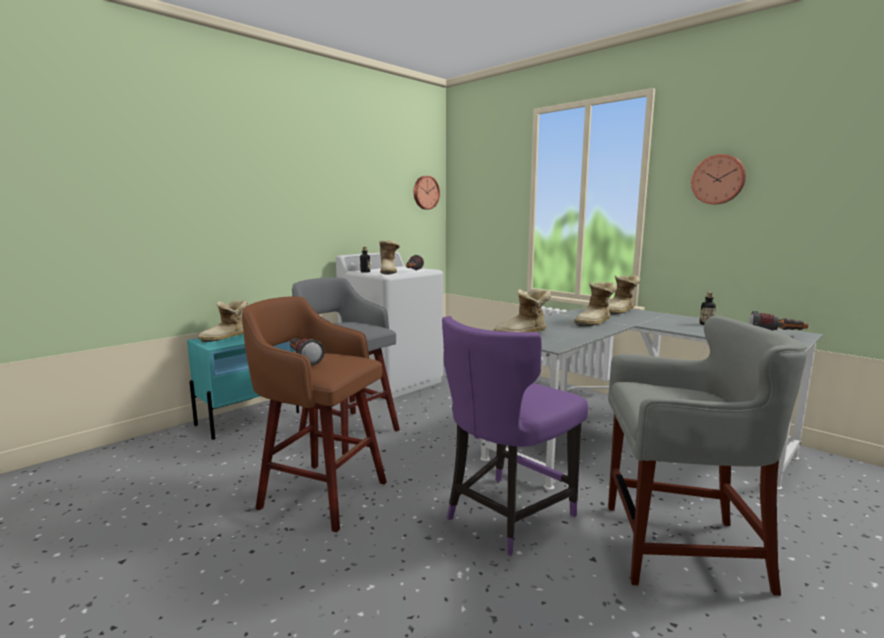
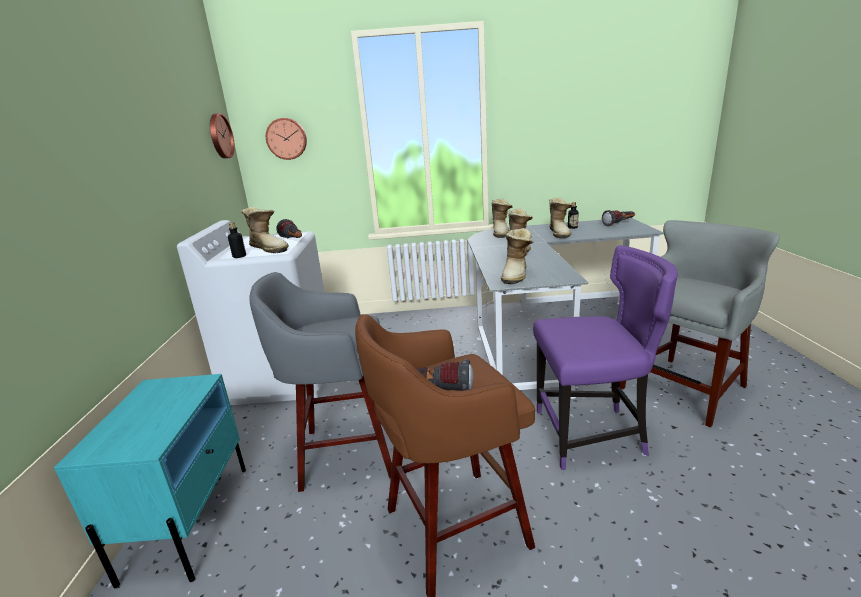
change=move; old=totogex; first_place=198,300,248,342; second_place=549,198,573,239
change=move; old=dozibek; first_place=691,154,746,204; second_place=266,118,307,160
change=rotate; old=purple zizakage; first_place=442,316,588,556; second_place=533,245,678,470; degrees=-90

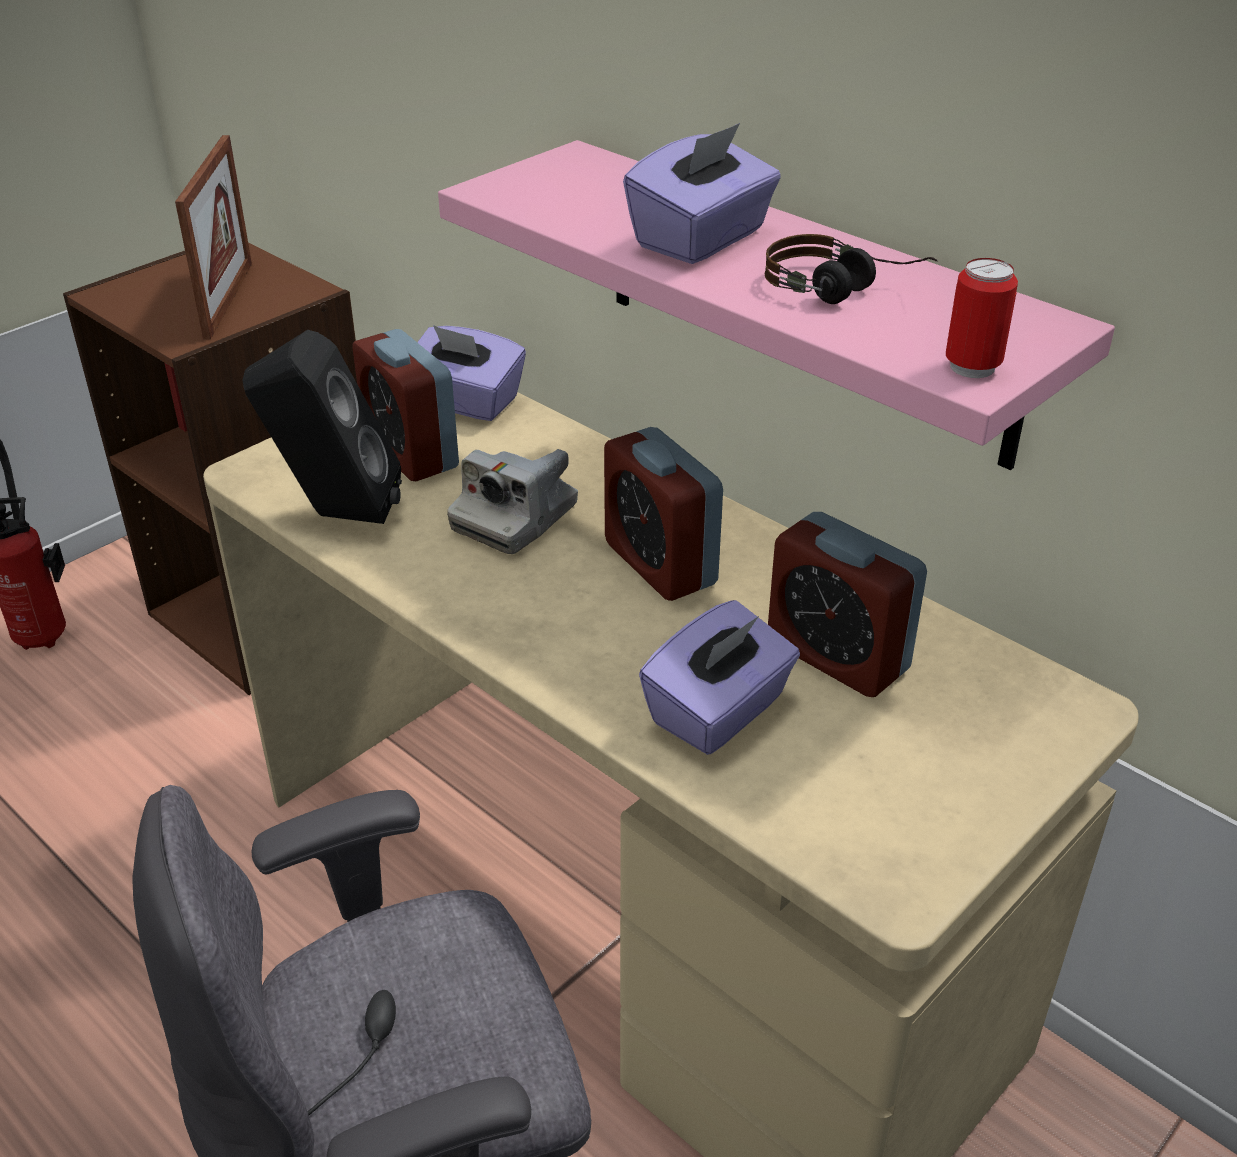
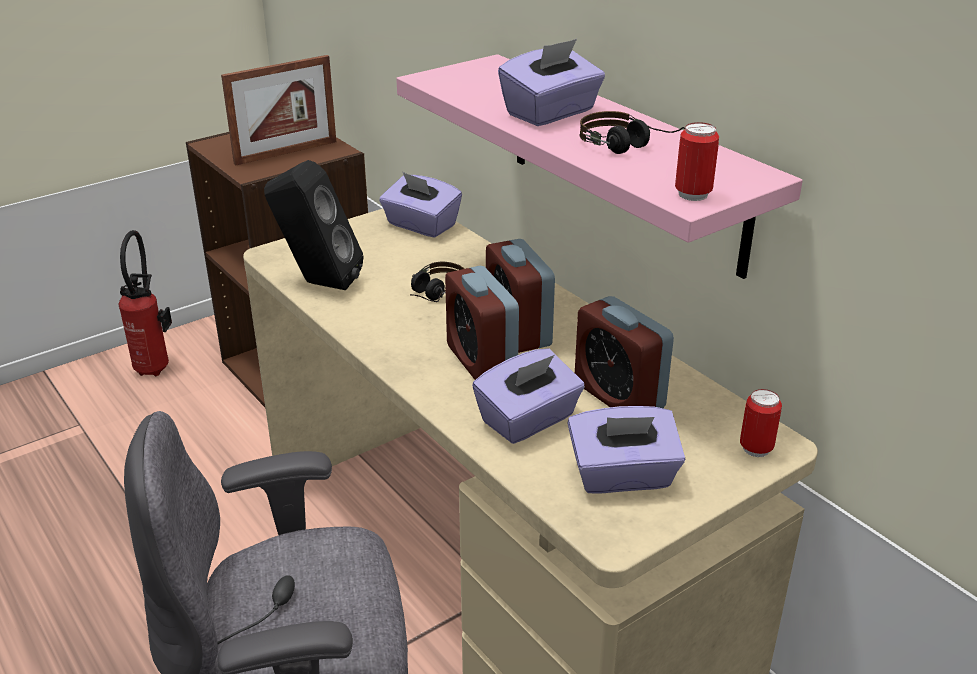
change=insert; new=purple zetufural; second_place=567,406,685,493
change=insert; new=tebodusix; second_place=740,389,782,457
change=move; old=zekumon; first_place=352,329,459,481; second_place=445,266,519,380
change=replace; old=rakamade; new=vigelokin; first_place=447,449,578,554; second_place=410,262,465,302
change=rotate; old=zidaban; first_place=175,135,252,339; second_place=221,55,336,165; degrees=45

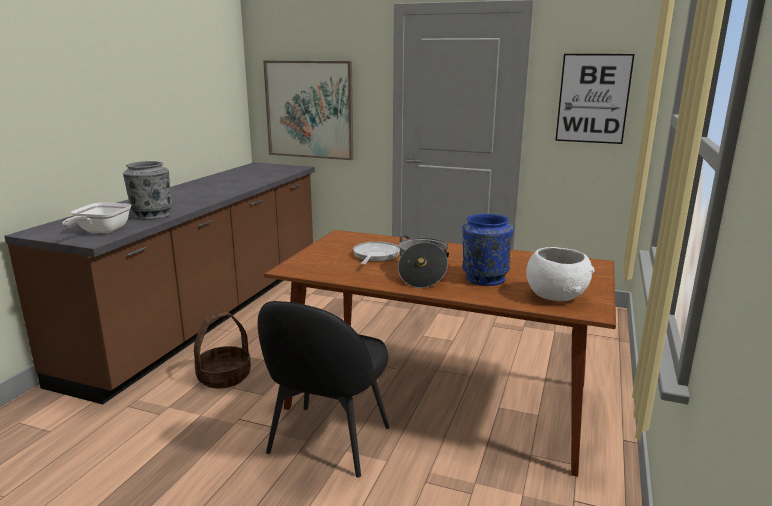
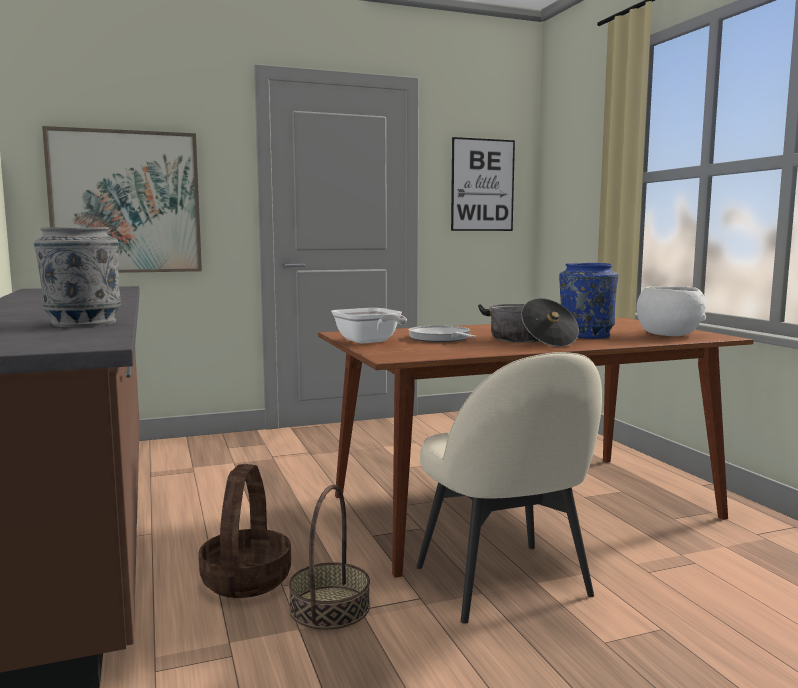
change=insert; new=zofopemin; second_place=289,485,370,630
change=move; old=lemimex; first_place=62,203,131,233; second_place=331,308,407,344
change=recolor; old=black zizakage; new=beige zizakage; first_place=258,301,390,477; second_place=416,352,602,624

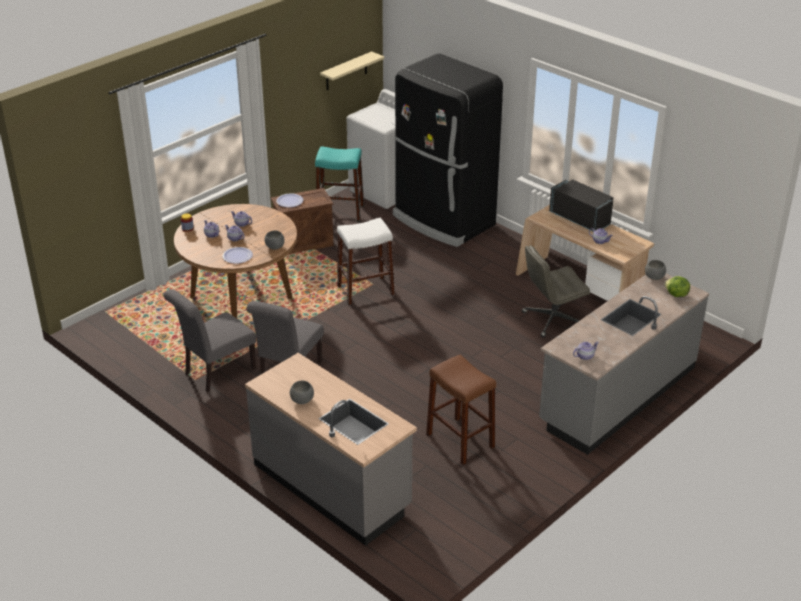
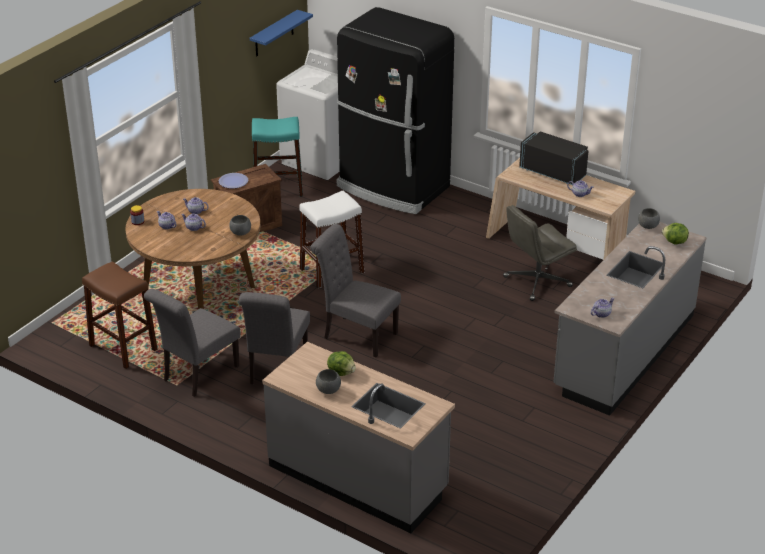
change=delete; old=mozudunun; first_place=222,247,253,264
change=insert; new=grey zizakage; second_place=310,224,401,357
change=insert; new=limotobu; second_place=327,351,356,376
change=move; old=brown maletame; first_place=426,354,496,465; second_place=82,261,158,369
change=recolor; old=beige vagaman; new=blue vagaman; first_place=320,51,384,90; second_place=250,10,313,56

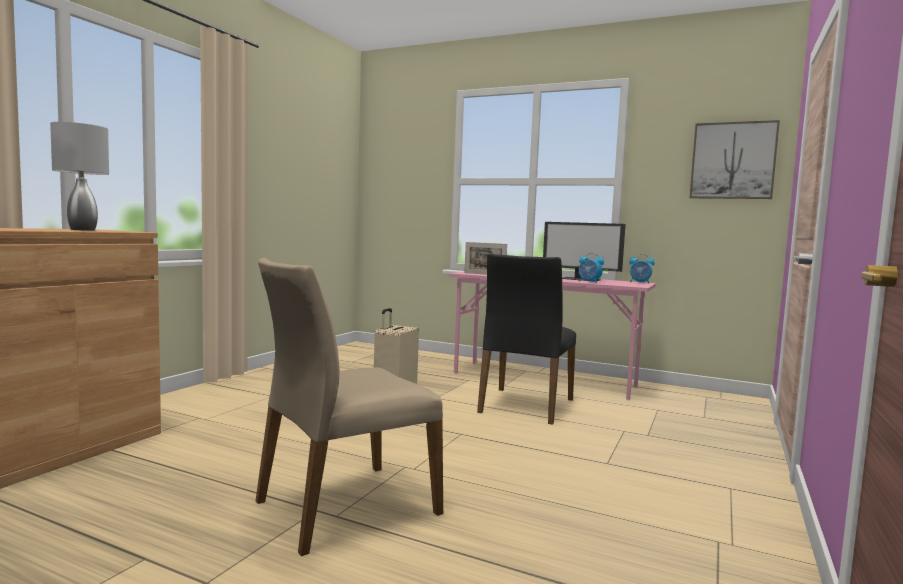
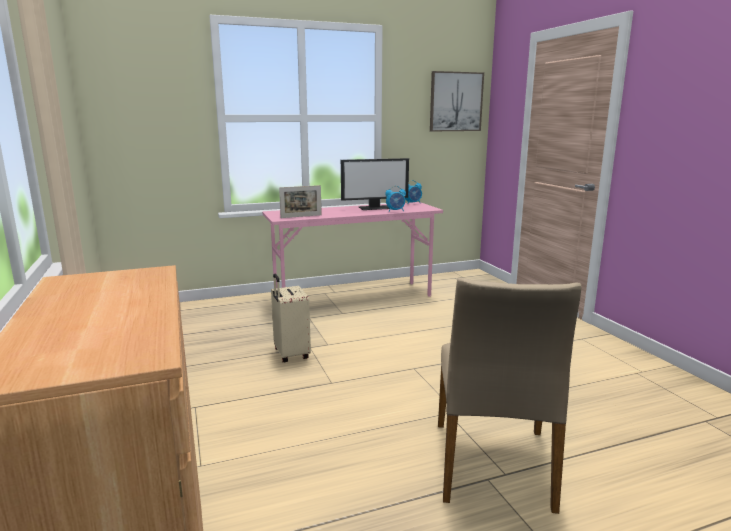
change=delete; old=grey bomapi; first_place=50,122,109,231
change=delete; old=black zizakage; first_place=477,254,576,425

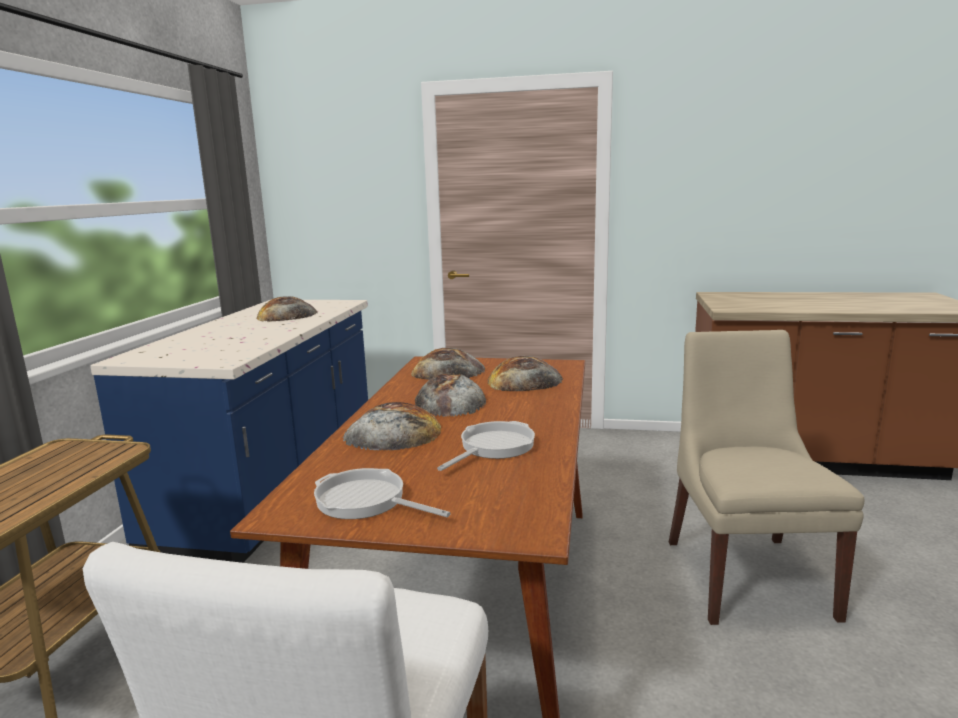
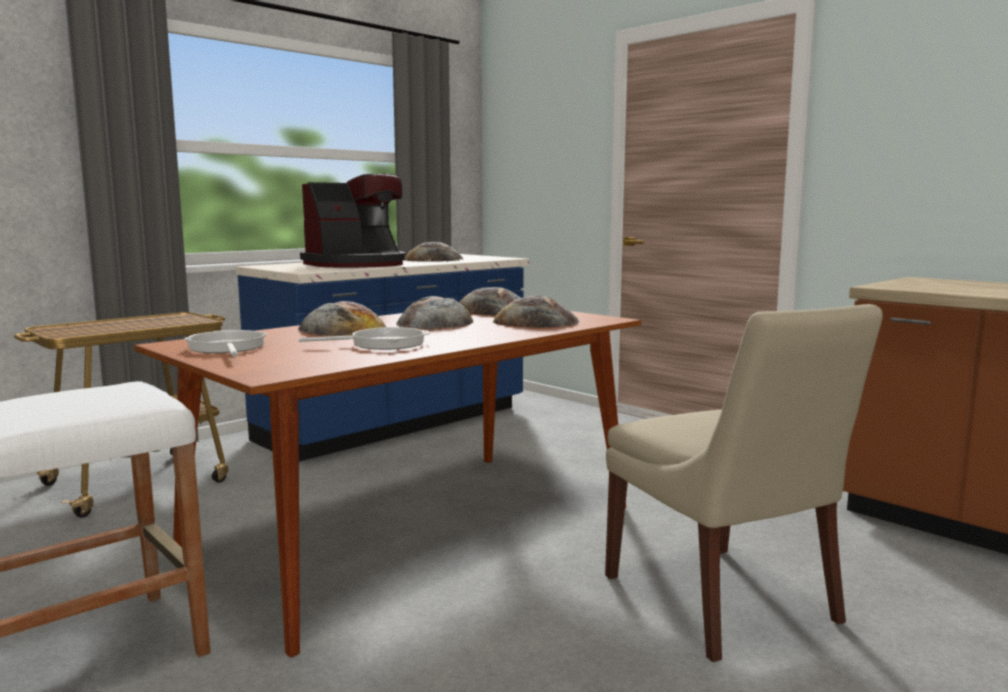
change=insert; new=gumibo; second_place=300,173,405,268
change=rotate; old=beige zizakage; first_place=669,330,864,625; second_place=605,304,883,662; degrees=120

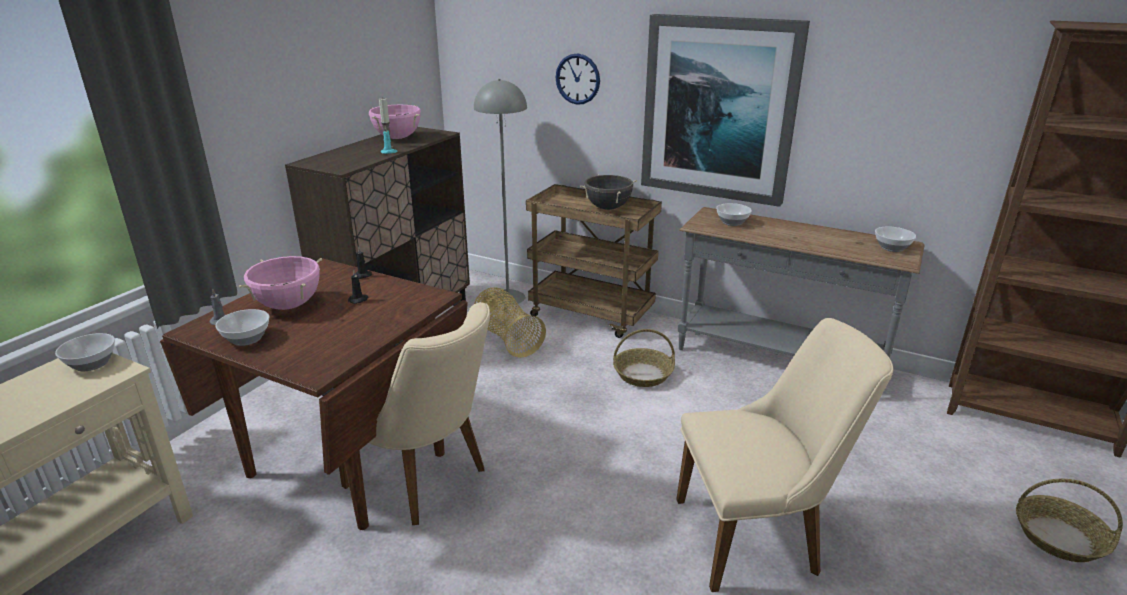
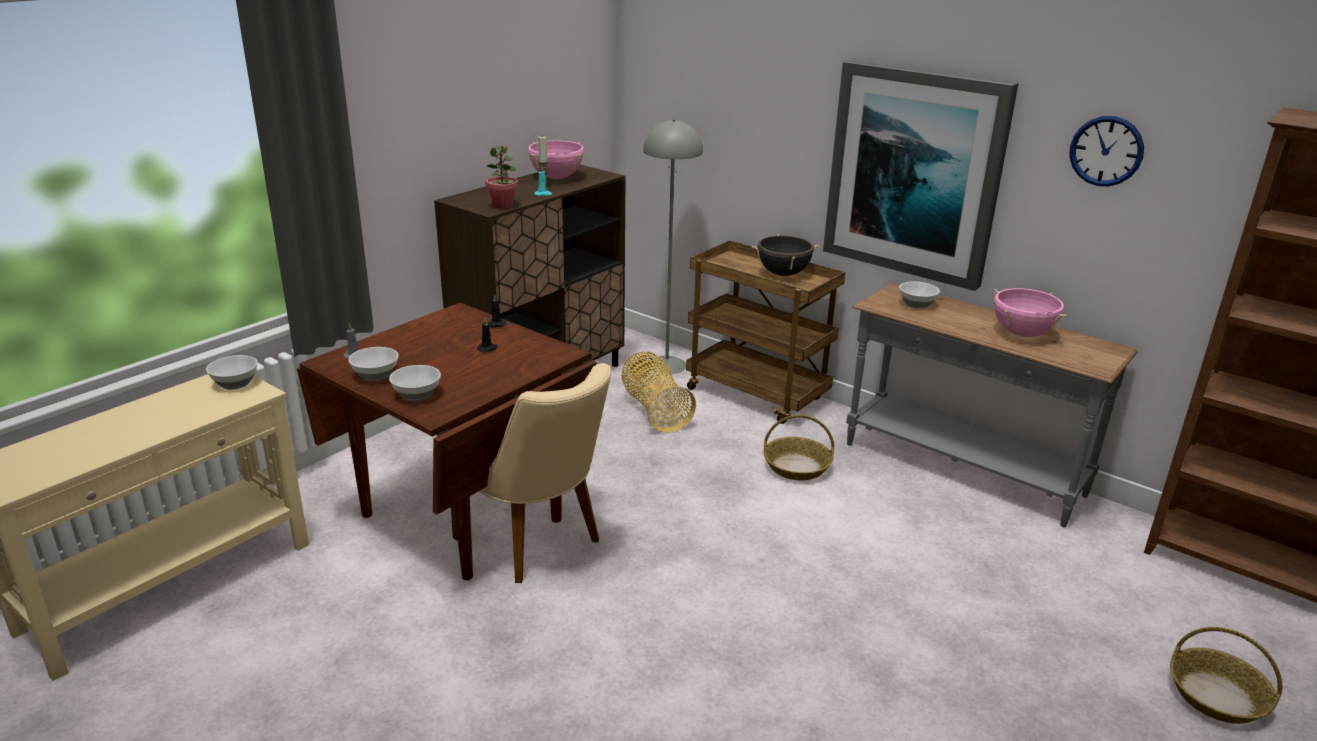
change=delete; old=beige zizakage; first_place=676,318,893,592
change=insert; new=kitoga; second_place=485,145,518,209
change=move; old=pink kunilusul; first_place=239,256,323,310; second_place=994,288,1067,337
change=move; old=dozibek; first_place=555,54,600,105; second_place=1069,116,1144,186
change=move; old=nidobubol; first_place=875,227,916,252; second_place=389,365,441,401

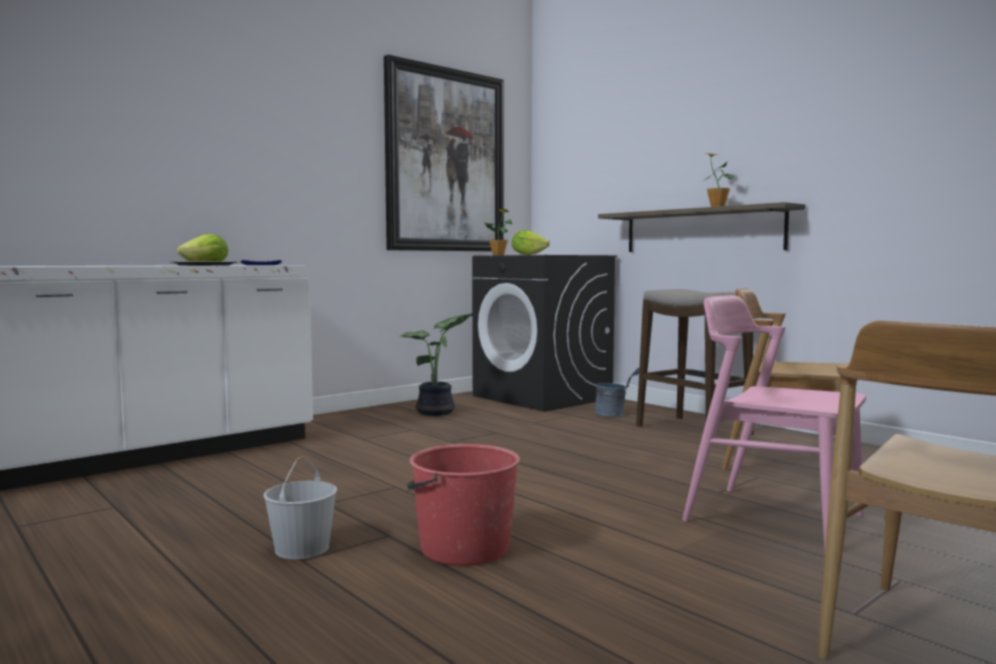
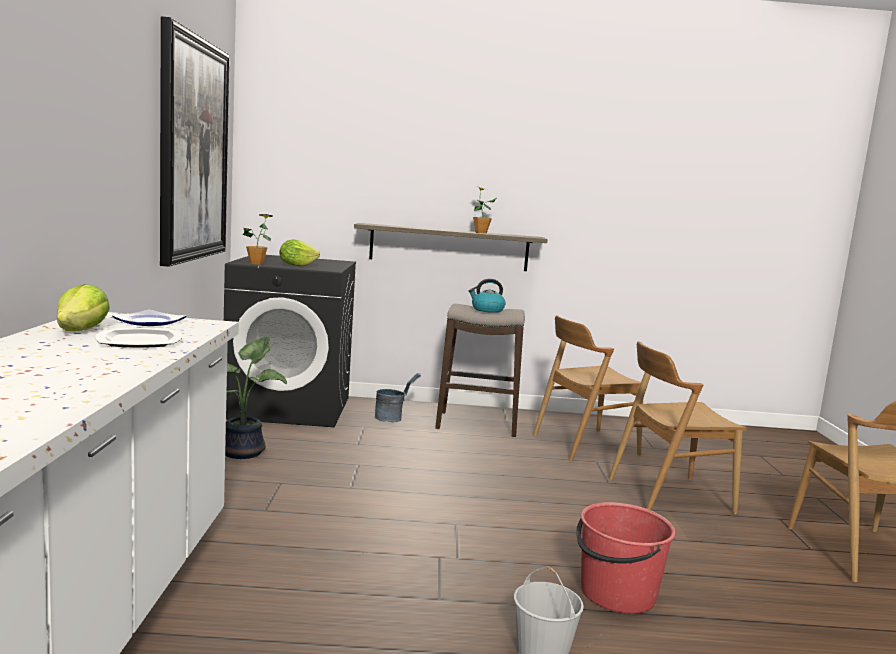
change=insert; new=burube; second_place=468,279,505,313
change=recolor; old=pink zizakage; new=brown zizakage; first_place=682,295,866,550; second_place=609,341,747,514

